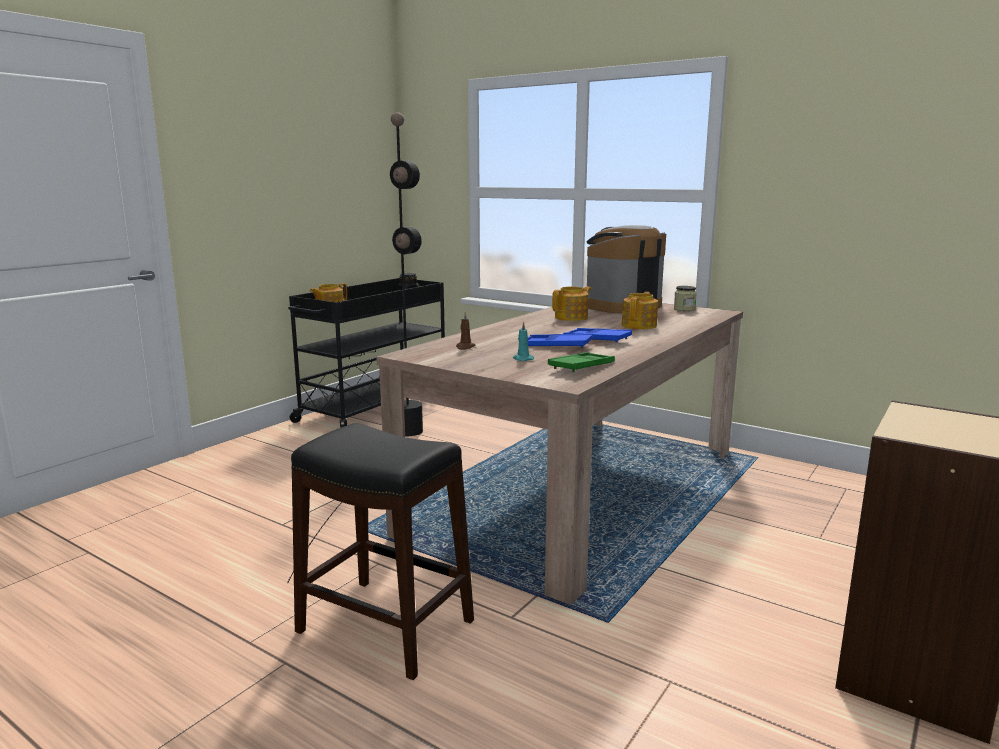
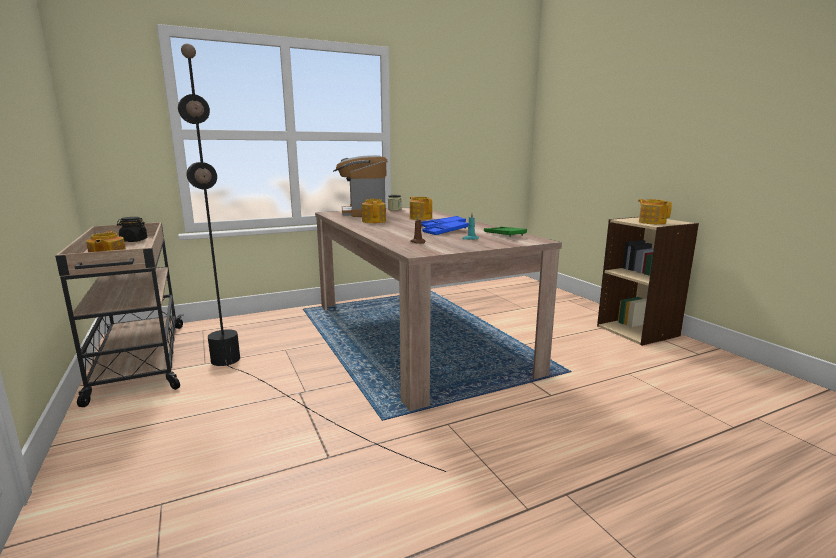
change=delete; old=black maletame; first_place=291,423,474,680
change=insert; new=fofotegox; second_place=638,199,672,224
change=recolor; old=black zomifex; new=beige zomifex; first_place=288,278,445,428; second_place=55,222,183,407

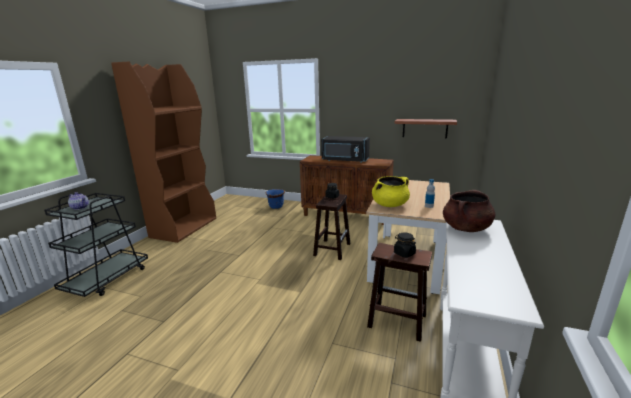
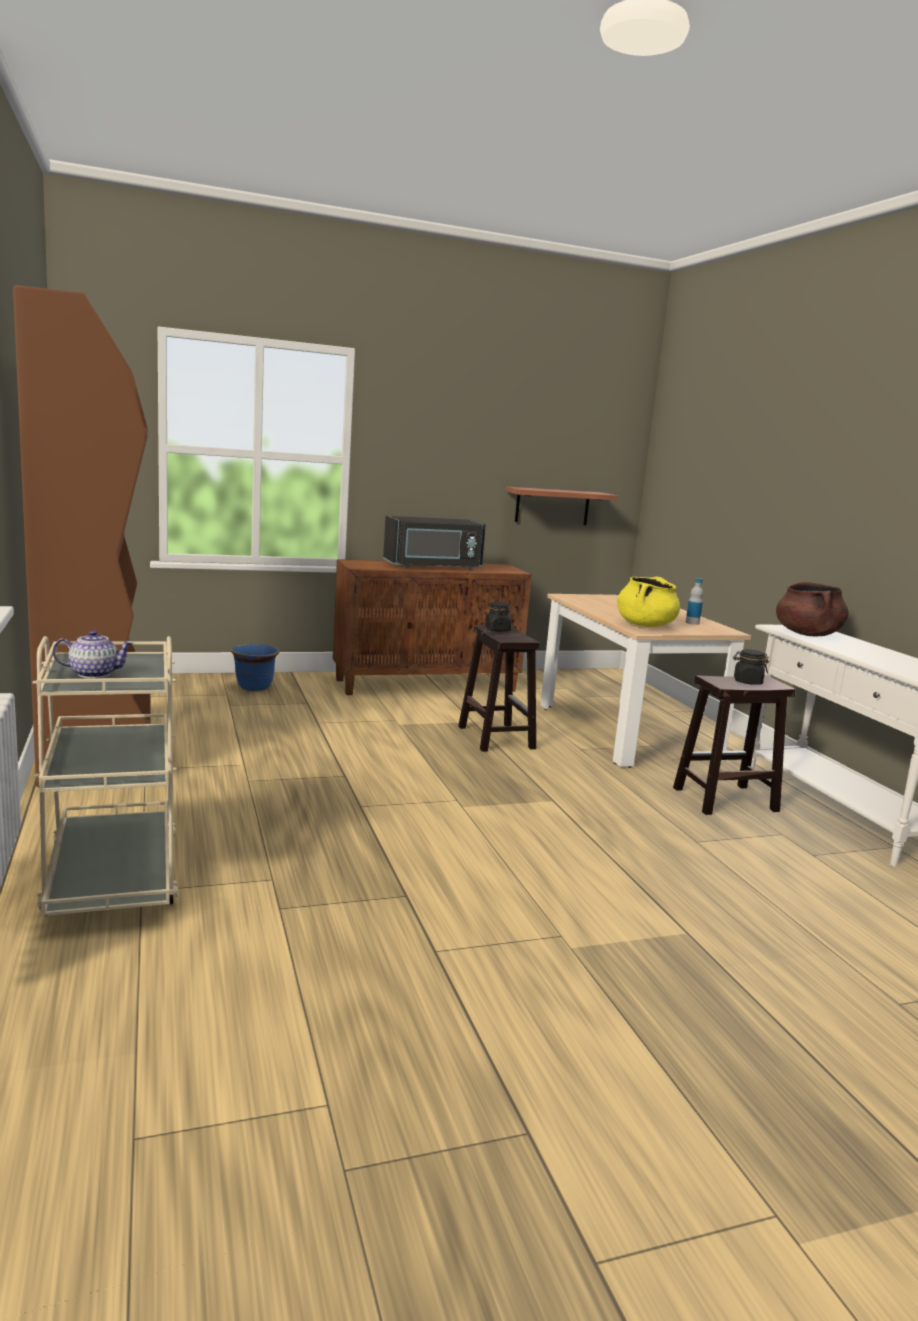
change=recolor; old=black zomifex; new=beige zomifex; first_place=44,192,148,297; second_place=32,636,179,916

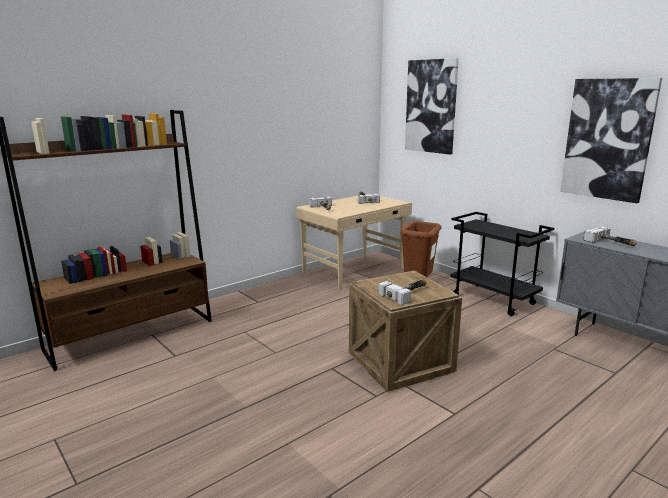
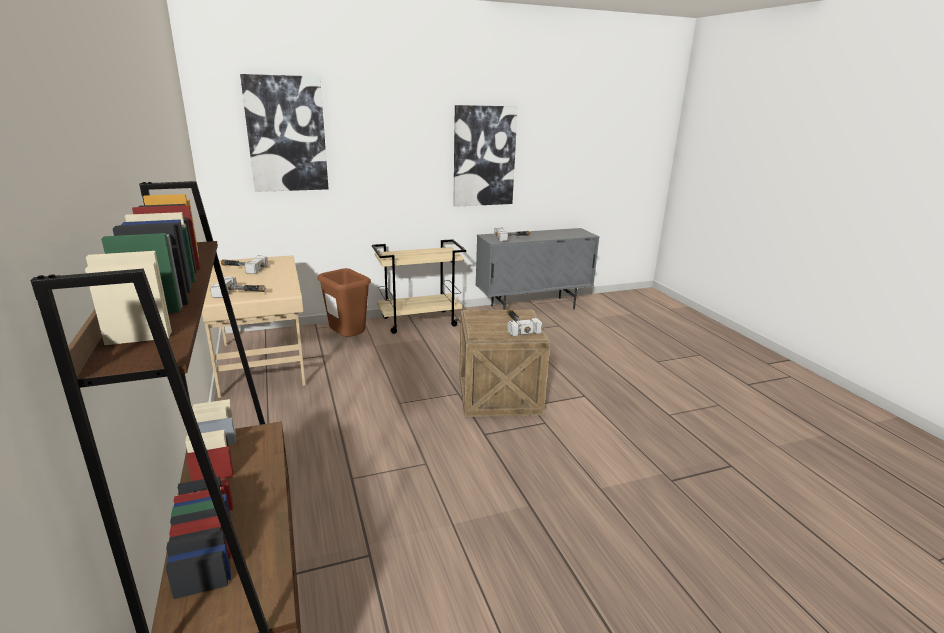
change=recolor; old=black zomifex; new=beige zomifex; first_place=450,212,554,316; second_place=372,239,466,334

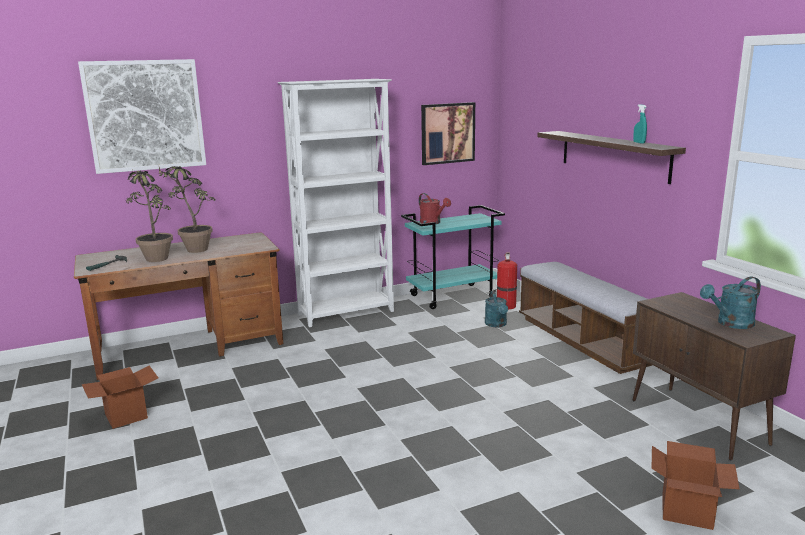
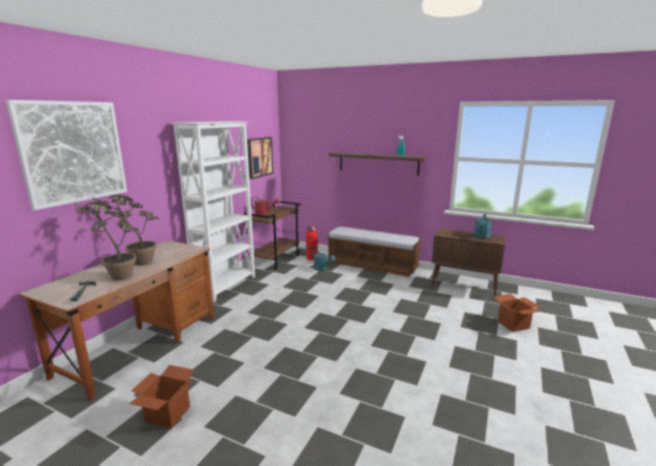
change=recolor; old=turquoise zomifex; new=brown zomifex; first_place=401,205,505,309; second_place=244,201,301,270

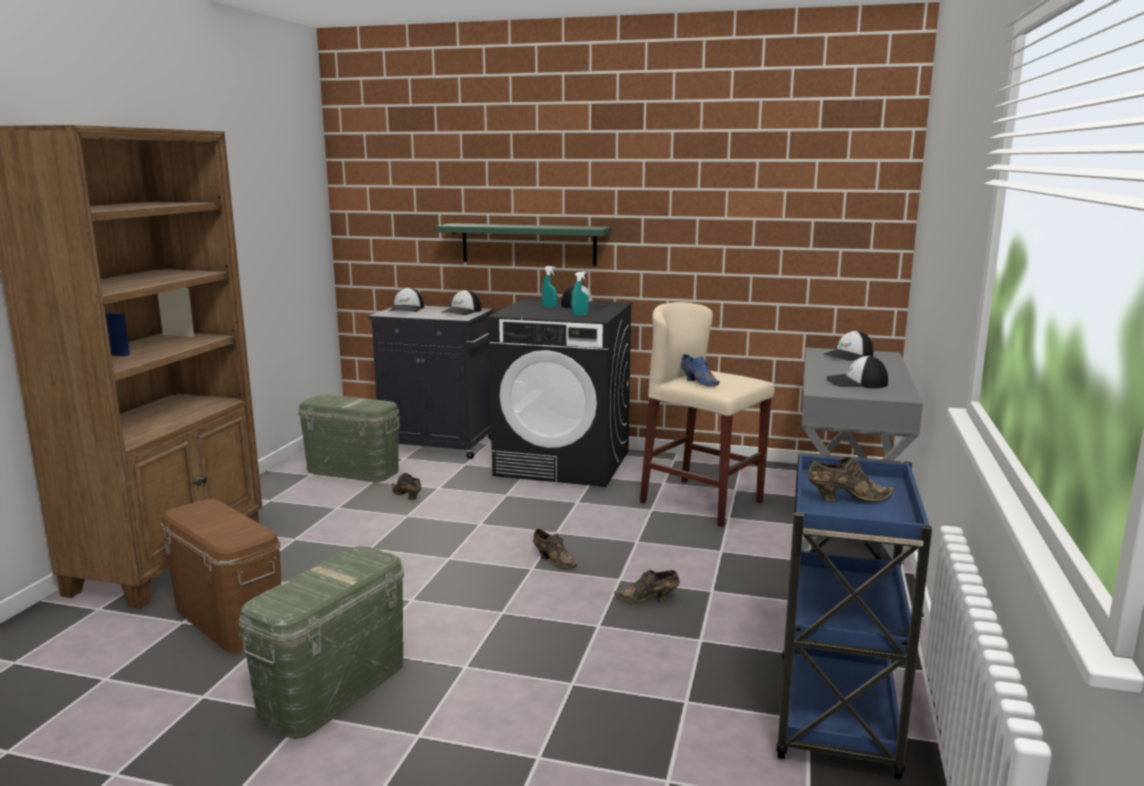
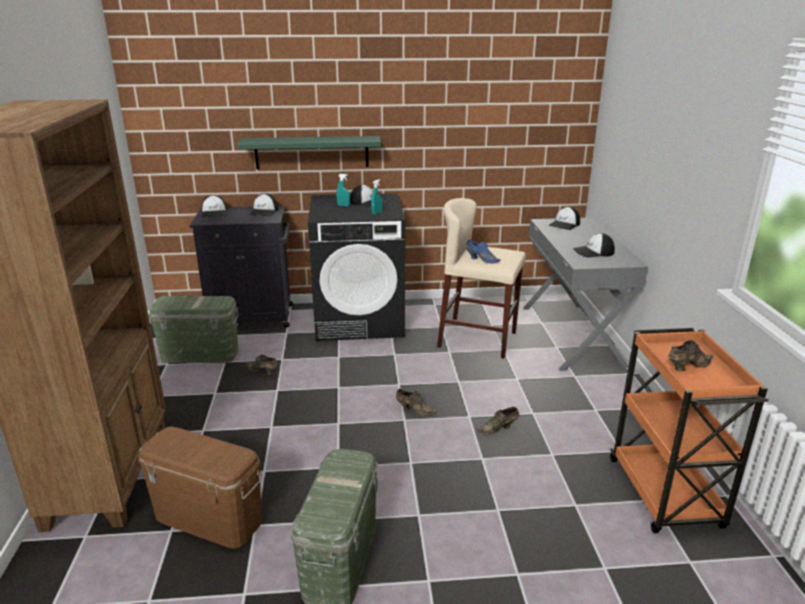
change=recolor; old=blue zomifex; new=orange zomifex; first_place=776,453,932,779; second_place=610,328,769,533

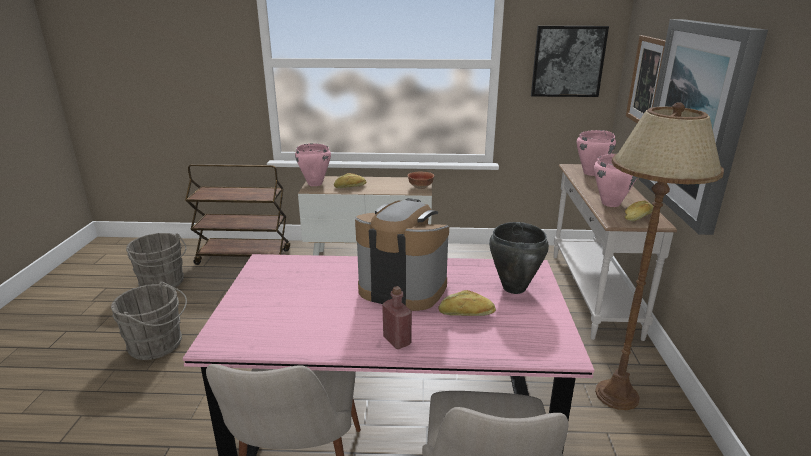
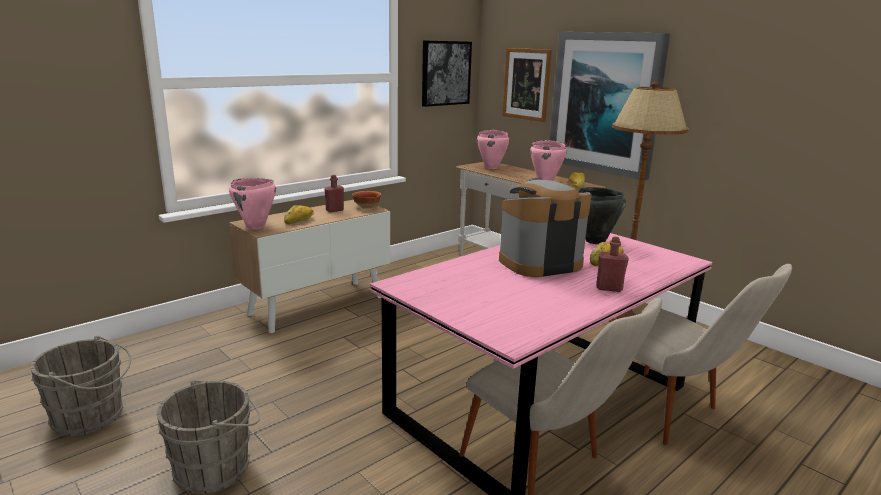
change=delete; old=brown zomifex; first_place=185,164,290,265
change=insert; new=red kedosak; second_place=324,175,344,212

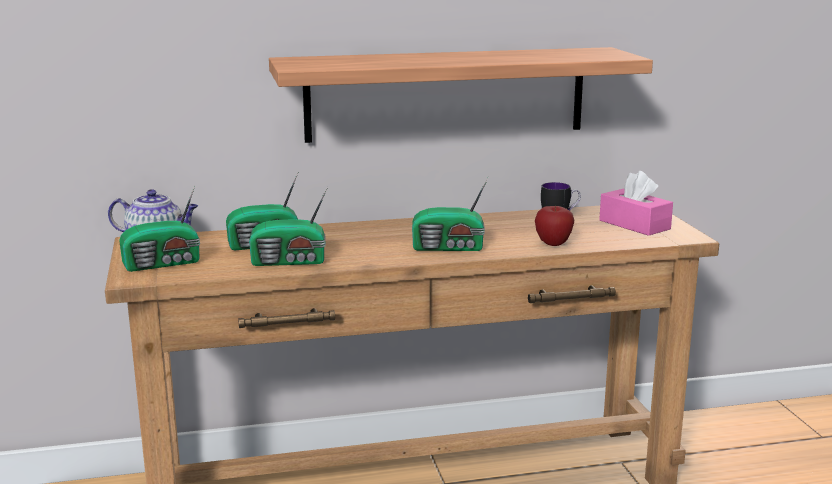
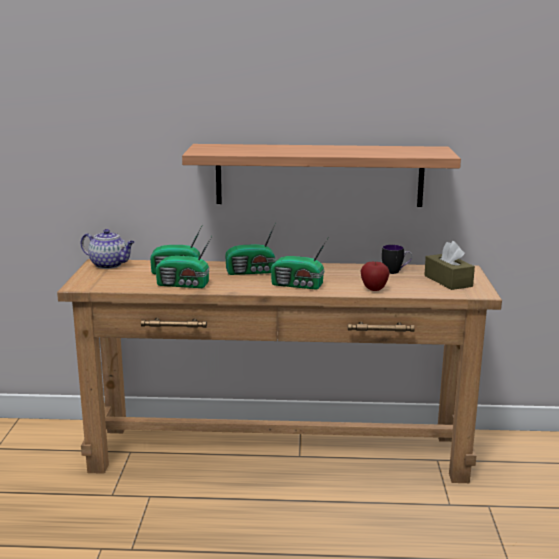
change=move; old=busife; first_place=119,185,200,272; second_place=225,223,276,275
change=recolor; old=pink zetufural; new=brown zetufural; first_place=599,171,673,236; second_place=424,241,475,290

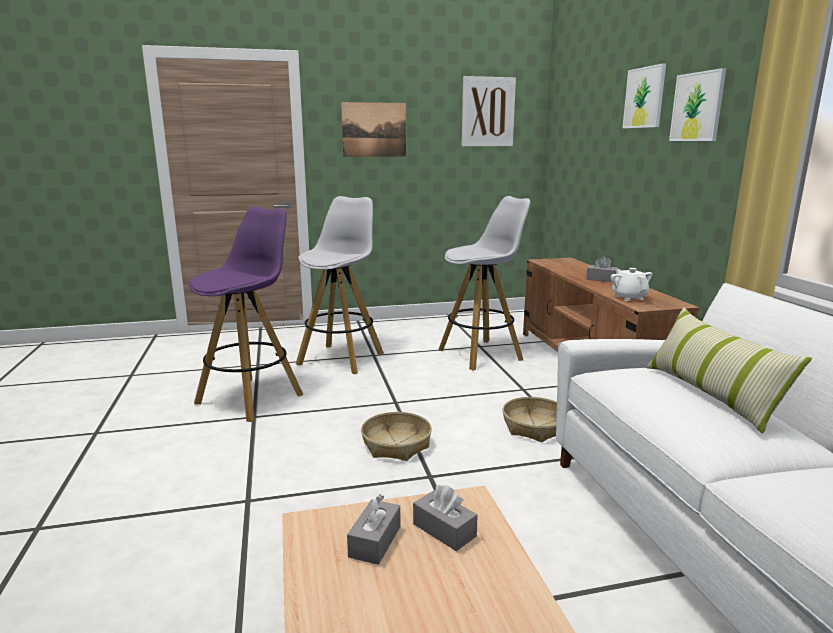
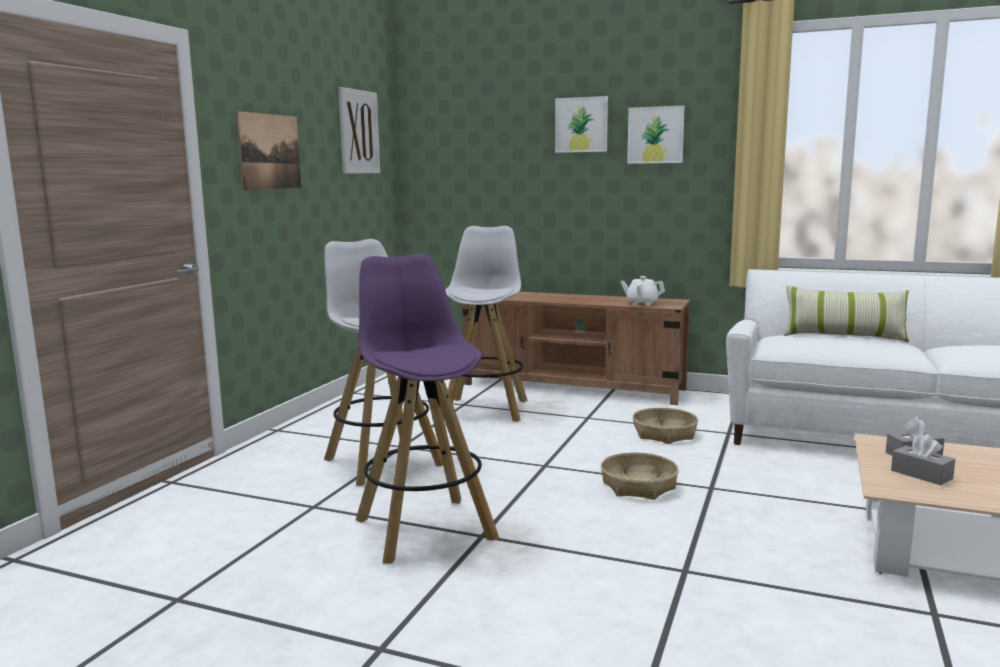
change=delete; old=grey zetufural; first_place=586,256,619,282

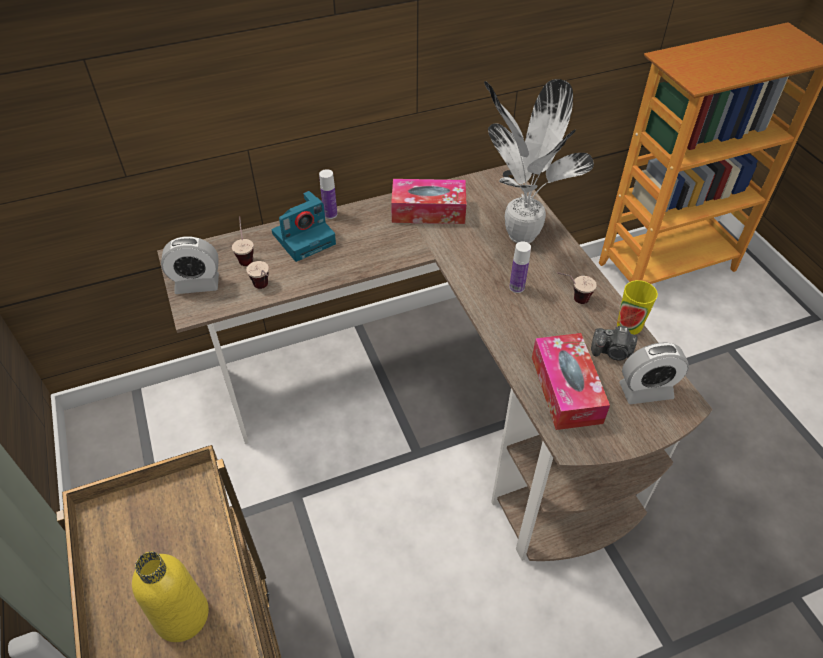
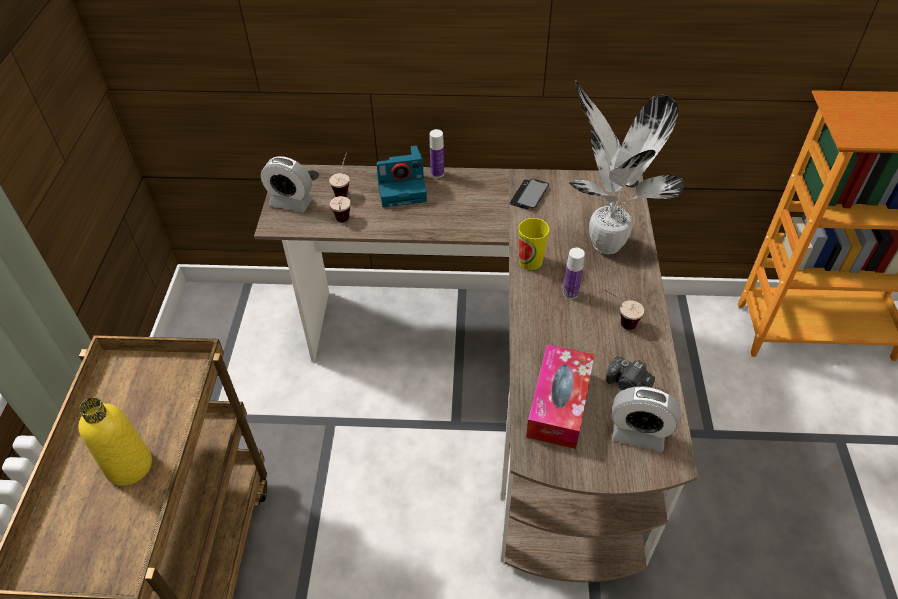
change=move; old=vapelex; first_place=617,280,658,335; second_place=519,218,549,270
change=replace; old=zetufural; new=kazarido; first_place=391,179,466,224; second_place=510,179,549,209

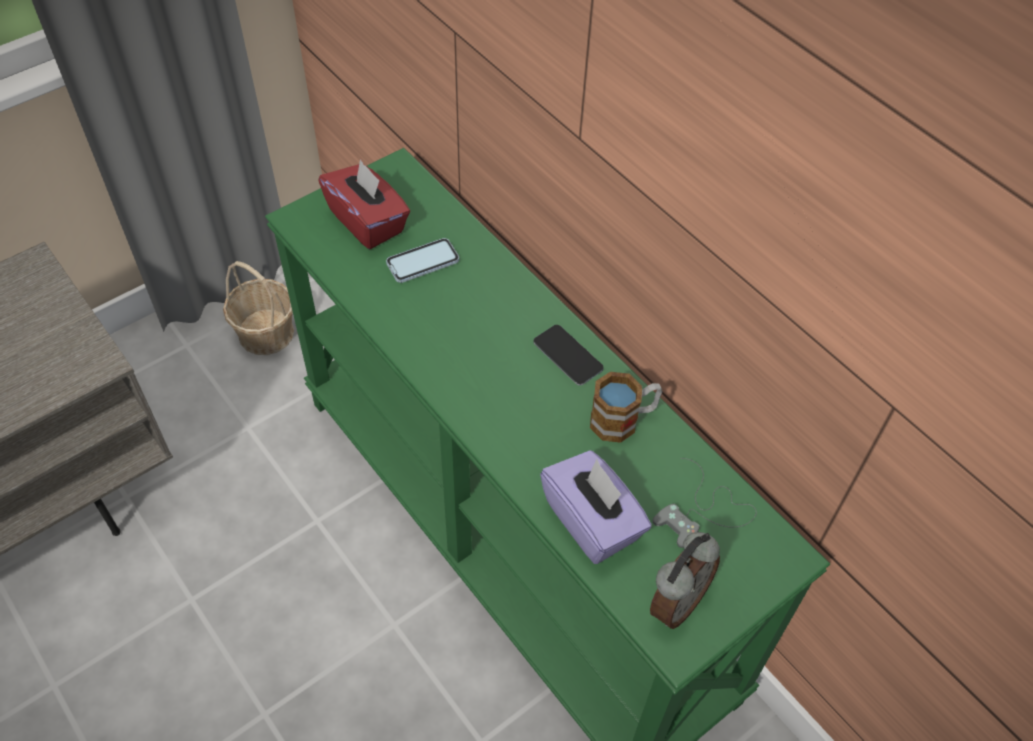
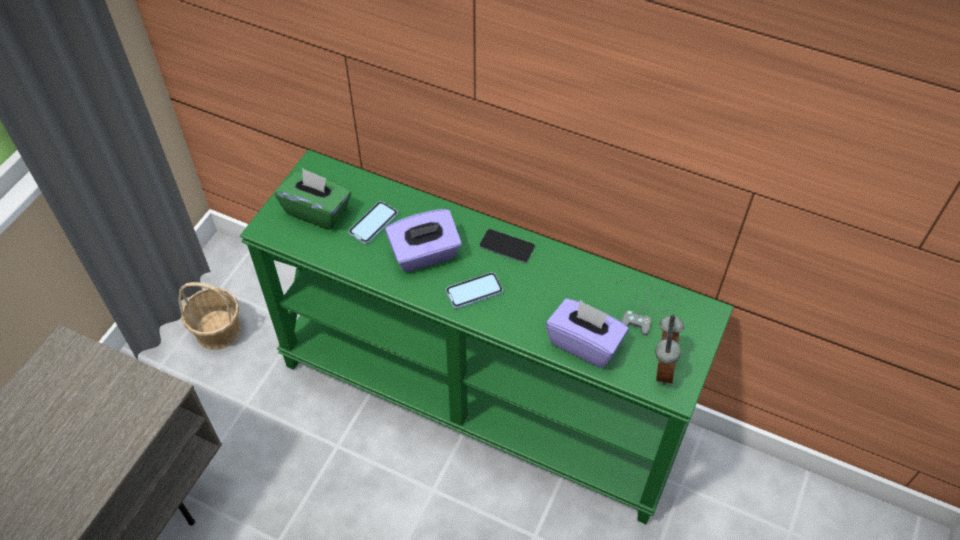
change=delete; old=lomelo; first_place=590,372,662,443
change=insert; new=purple zetufural; second_place=385,209,462,272
change=insert; new=kazarido; second_place=446,272,503,309
change=recolor; old=red zetufural; new=green zetufural; first_place=318,159,410,249; second_place=275,168,351,230

